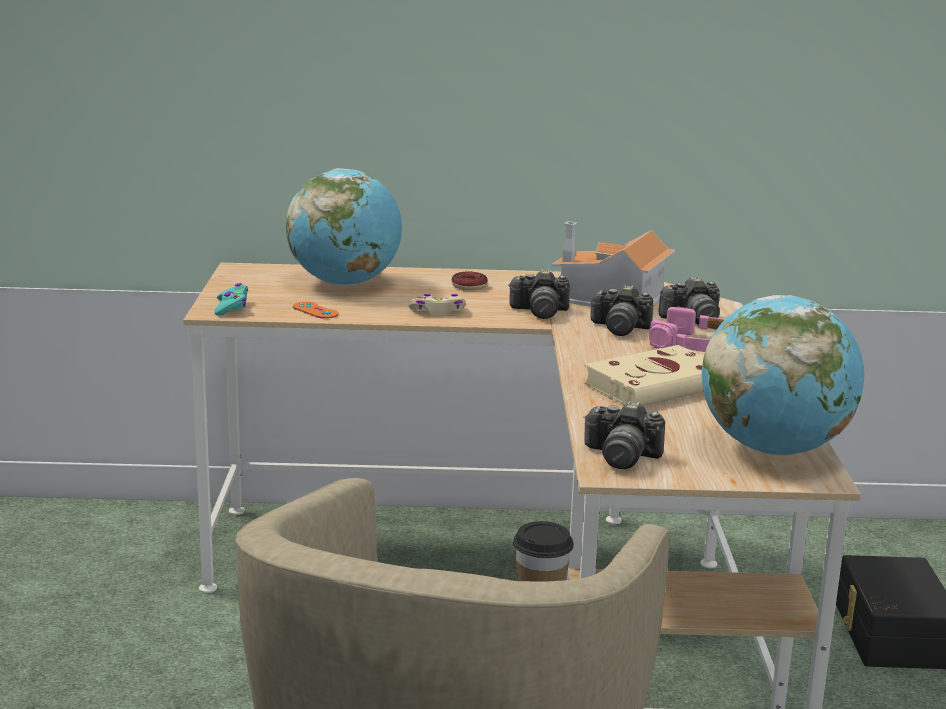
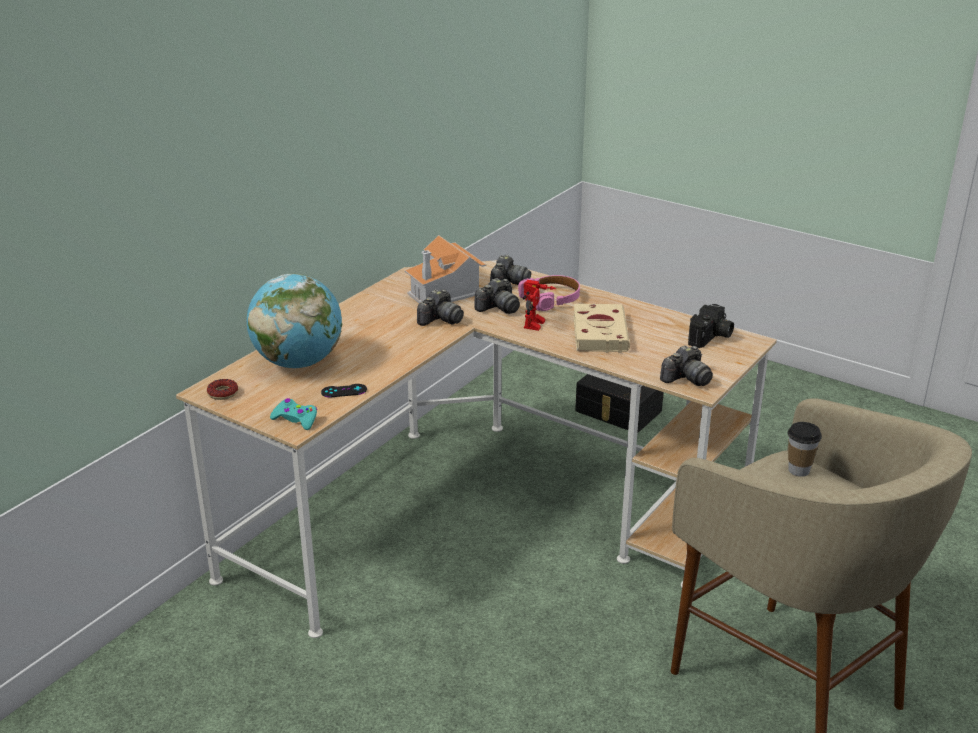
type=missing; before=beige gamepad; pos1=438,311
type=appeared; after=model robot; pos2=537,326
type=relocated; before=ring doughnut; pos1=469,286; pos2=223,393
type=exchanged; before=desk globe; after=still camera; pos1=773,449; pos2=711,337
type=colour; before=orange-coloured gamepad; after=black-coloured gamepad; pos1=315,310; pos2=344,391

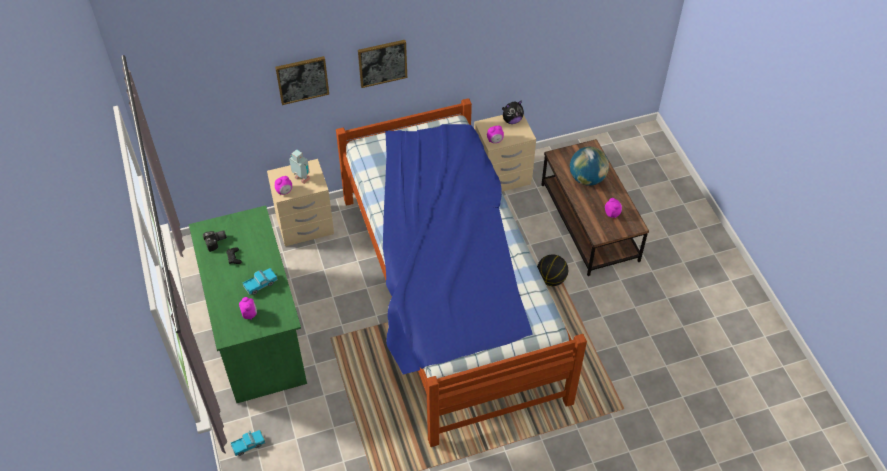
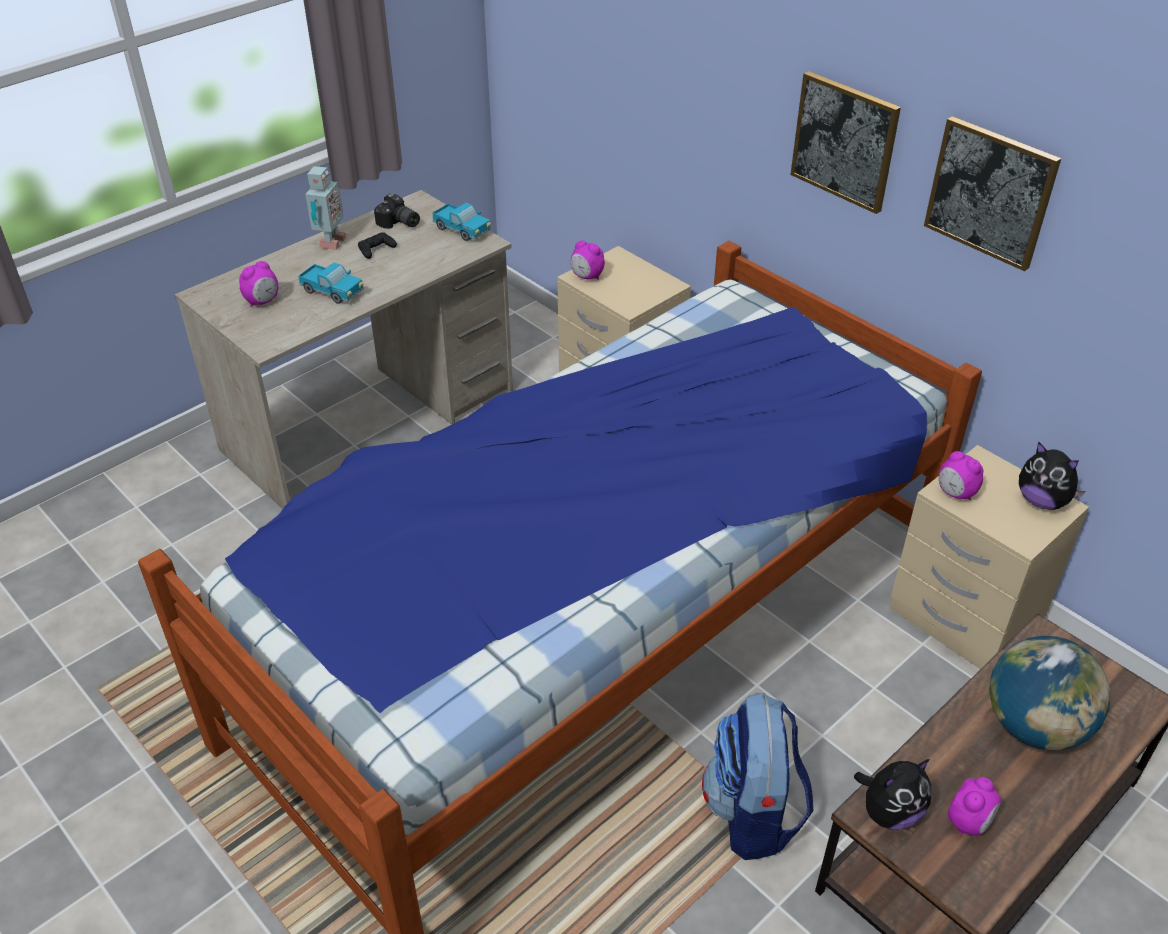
type=appeared; after=plush toy; pos2=889,812
type=relocated; before=toy lorry; pos1=249,445; pos2=462,231
type=relocated; before=wall art; pos1=302,79; pos2=990,192
type=relocated; before=model robot; pos1=301,179; pos2=330,243
type=exchanged; before=ball for basketball; after=rucksack; pos1=551,279; pos2=752,813
type=colour; before=greenish desk unit; after=beige desk unit; pos1=256,331; pos2=371,420

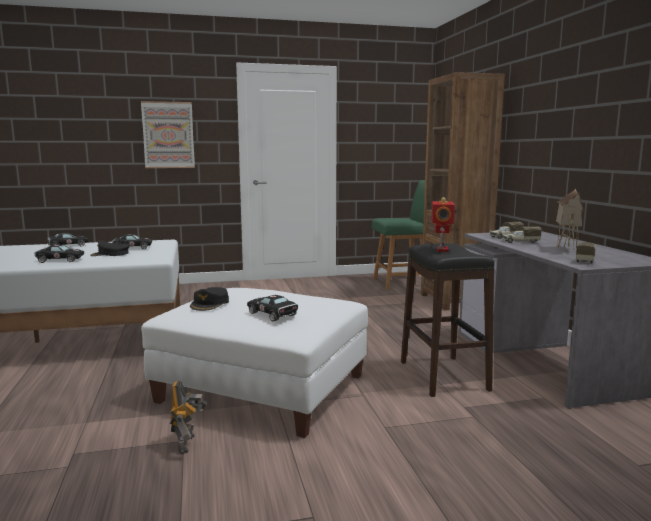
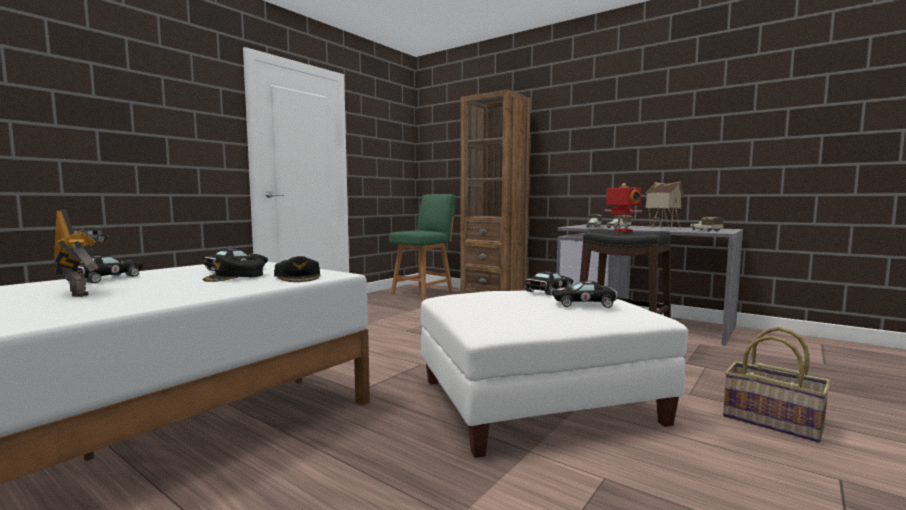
type=missing; before=wall art; pos1=168,135
type=appeared; after=household basket; pos2=773,421
type=relocated; before=black-coloured miniature car; pos1=58,260; pos2=548,291
type=relocated; before=model robot; pos1=188,444; pos2=82,292
type=relocated; before=black-coloured baseball cap; pos1=210,303; pos2=298,277

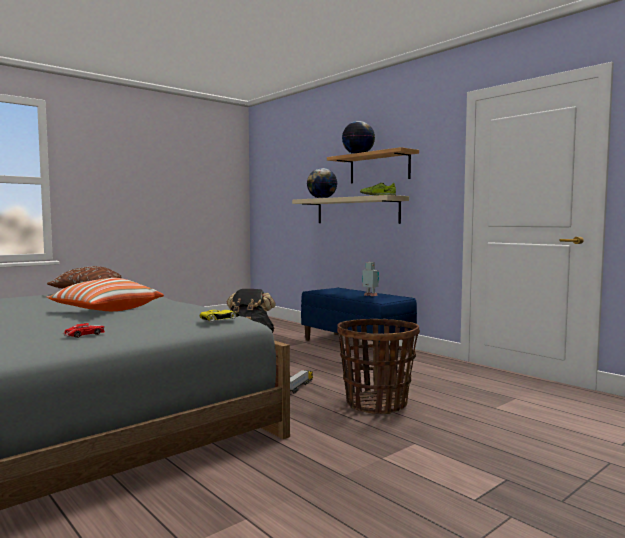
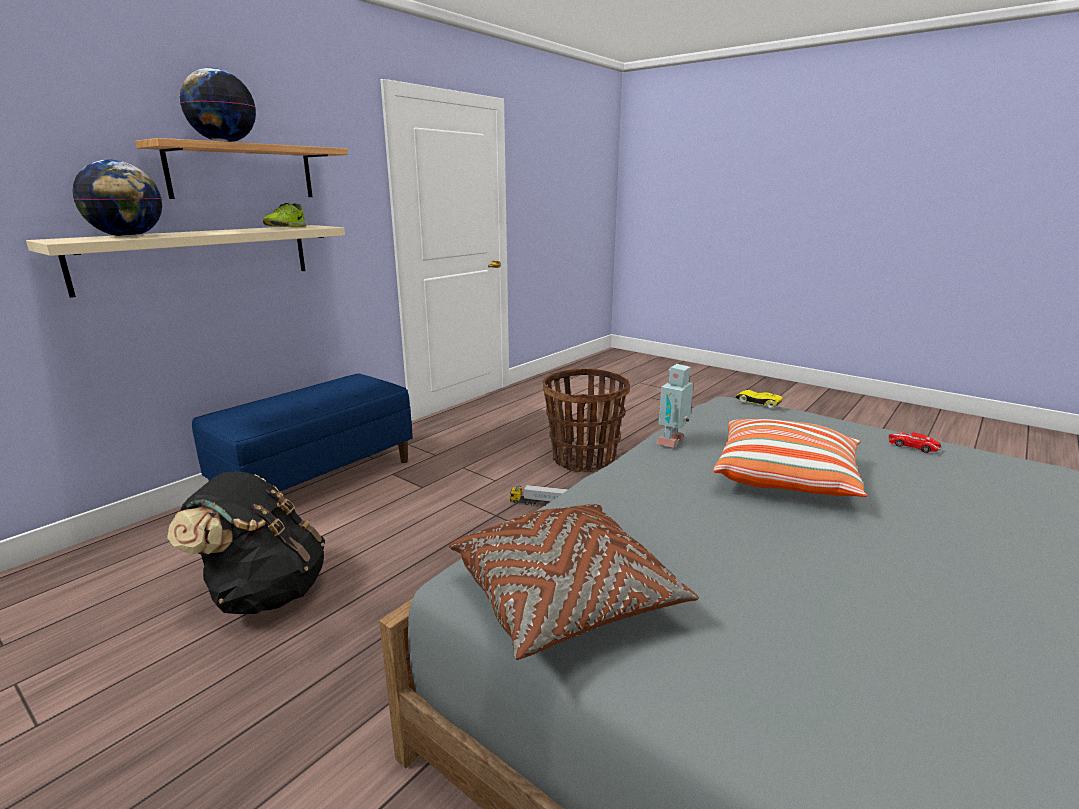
type=relocated; before=model robot; pos1=370,296; pos2=673,442

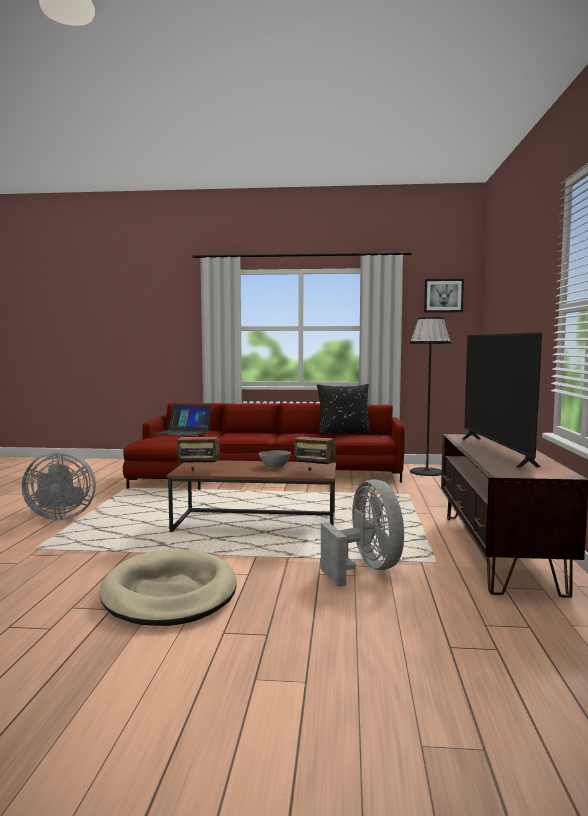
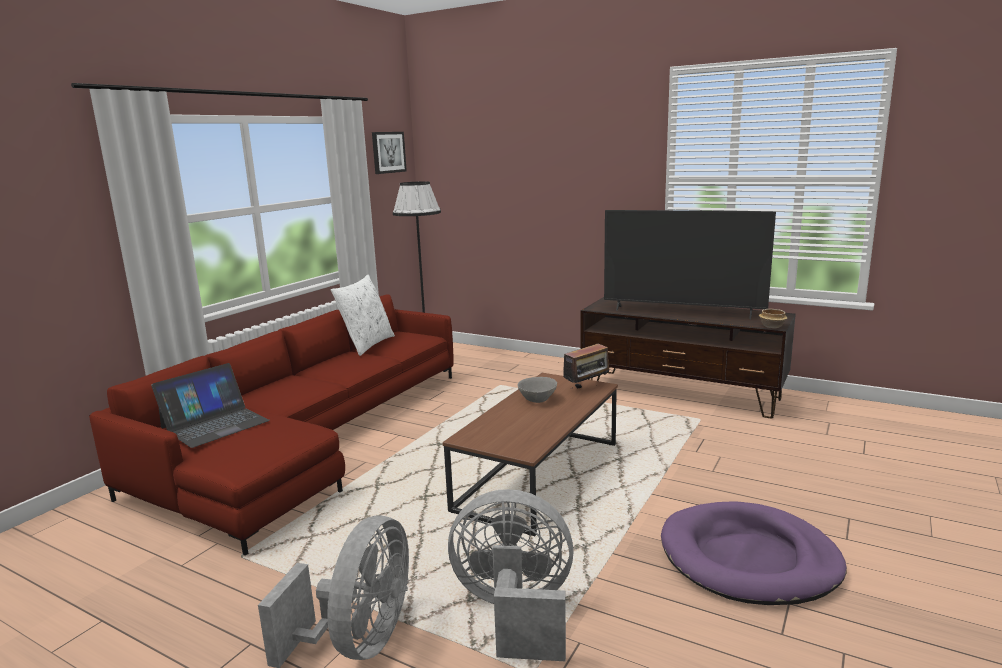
type=missing; before=radio set; pos1=199,472
type=appeared; after=deep dish; pos2=771,326
type=relocated; before=greyish fan; pos1=366,569; pos2=515,613
type=colour; before=beige pet bed; after=purple-coloured pet bed; pos1=169,593; pos2=749,559
type=colour; before=black-coloured cushion; after=whitish cushion; pos1=343,433; pos2=367,345

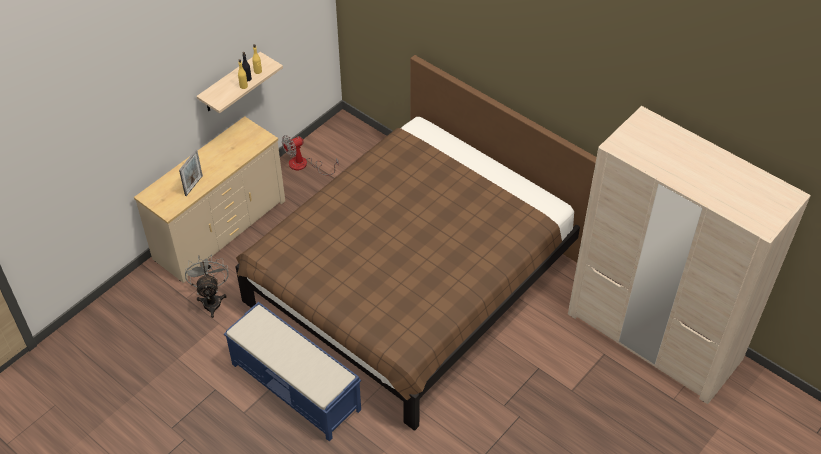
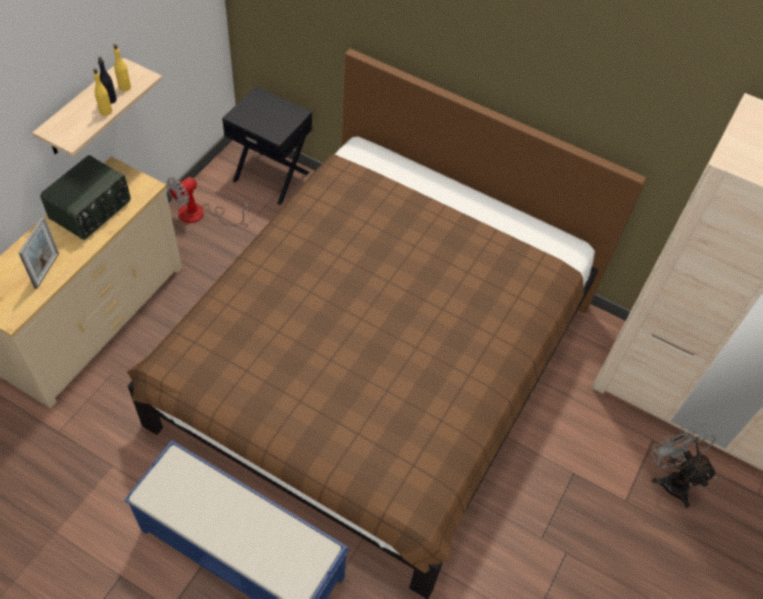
type=appeared; after=radio set; pos2=91,210
type=appeared; after=black-coloured nightstand; pos2=272,176
type=relocated; before=greyish fan; pos1=211,300; pos2=671,478

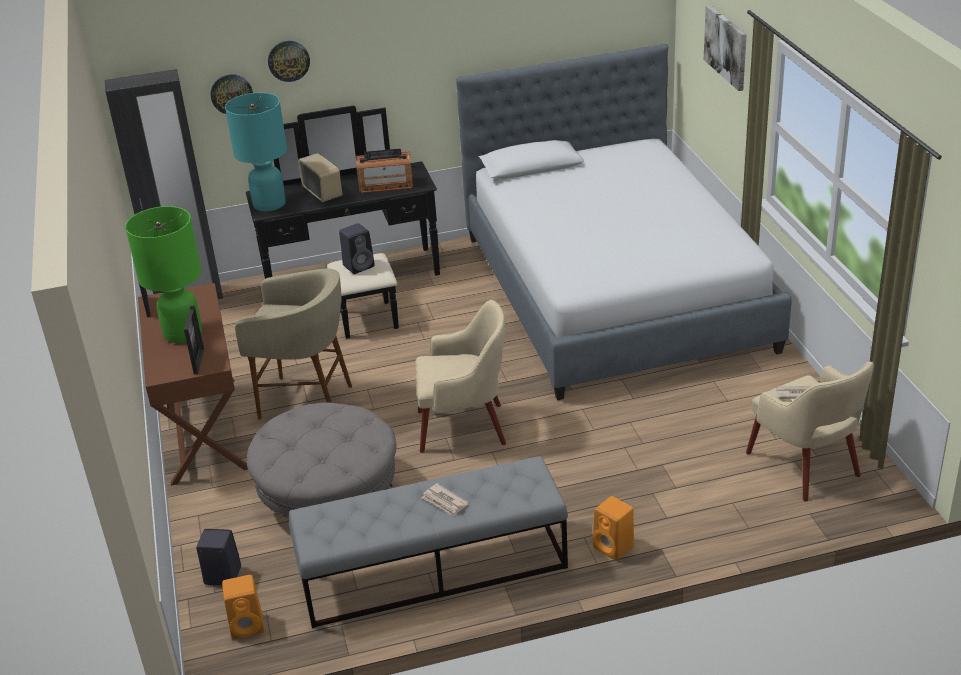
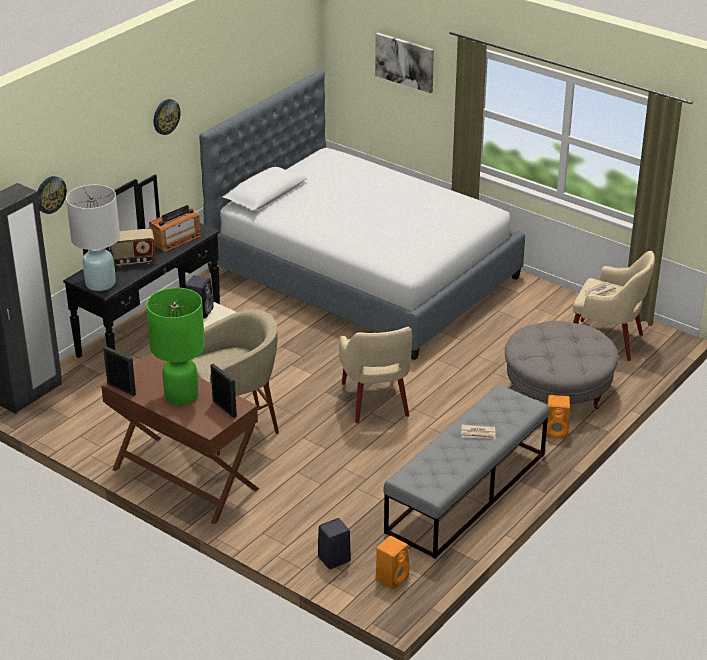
type=relocated; before=greyish ottoman; pos1=329,495; pos2=558,390
type=relocated; before=hanging clock; pos1=288,60; pos2=166,116
type=colour; before=turquoise table lamp; after=whitish table lamp; pos1=269,204; pos2=100,284
type=spun; before=radio set; pos1=323,193; pos2=133,261; turn=150
type=spun; before=beige armchair; pos1=465,427; pos2=375,401; turn=120

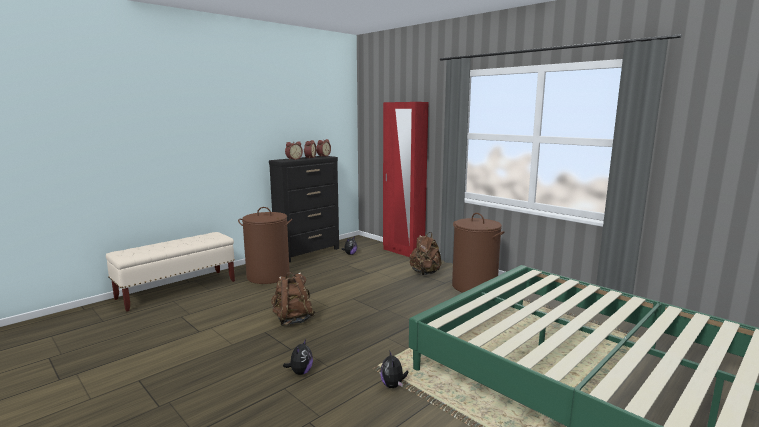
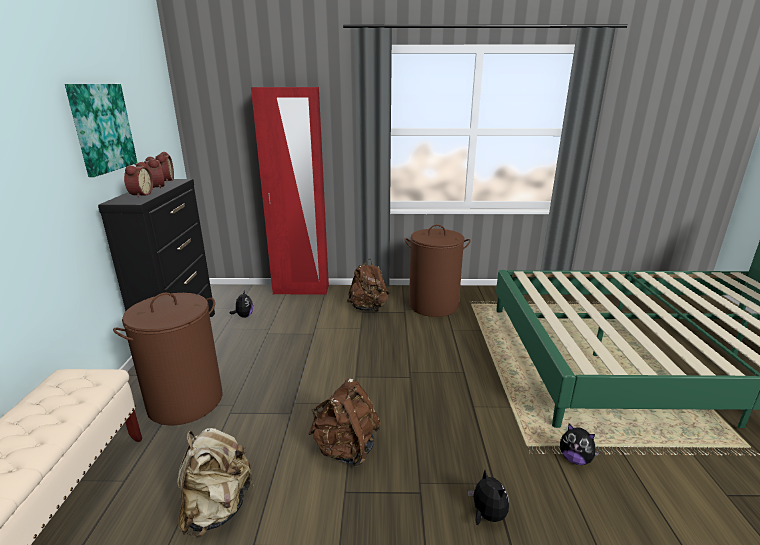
type=appeared; after=wall art; pos2=102,128
type=appeared; after=beige rucksack; pos2=217,507

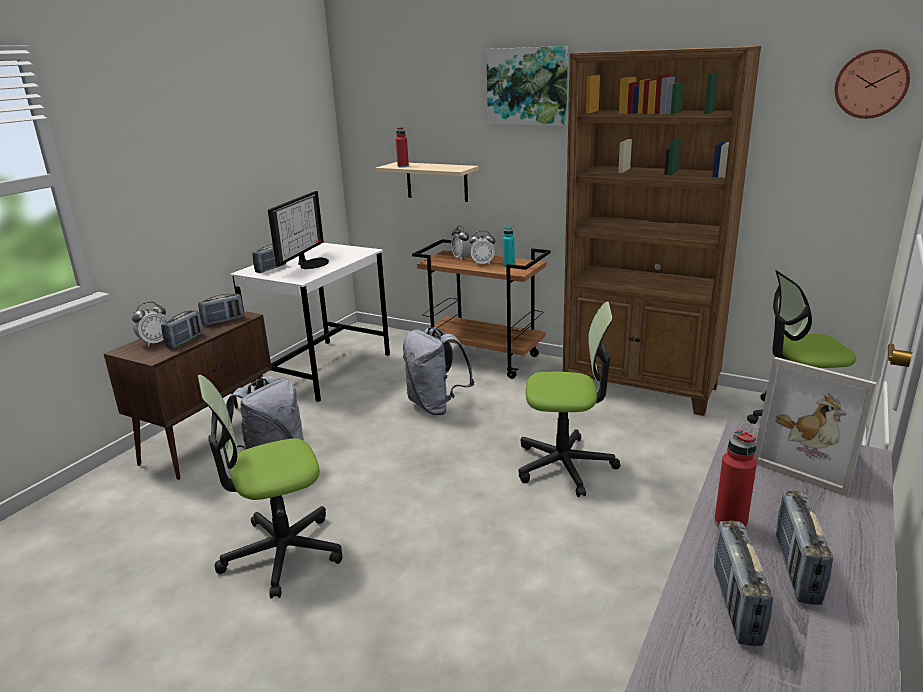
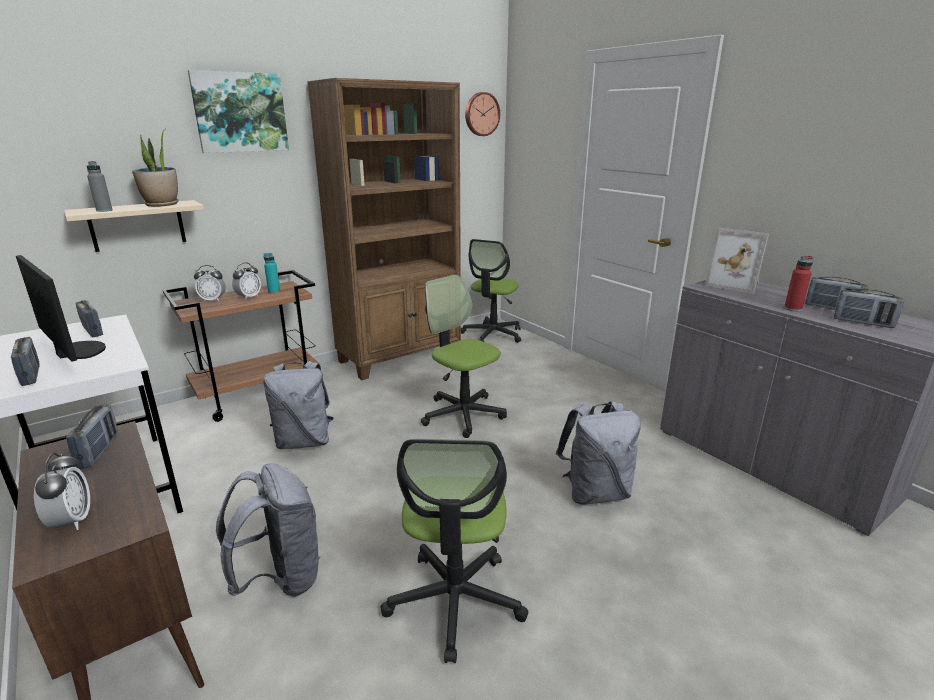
type=appeared; after=houseplant; pos2=162,204
type=appeared; after=greyish rucksack; pos2=595,493
type=relocated; before=radio set; pos1=185,341; pos2=93,331
type=colour; before=red-coloured bottle; after=greyish bottle; pos1=403,166; pos2=104,210
type=spun; before=computer chair; pos1=565,465; pos2=463,414; turn=-75
type=spun; before=standing frame; pos1=813,460; pos2=735,284; turn=60

